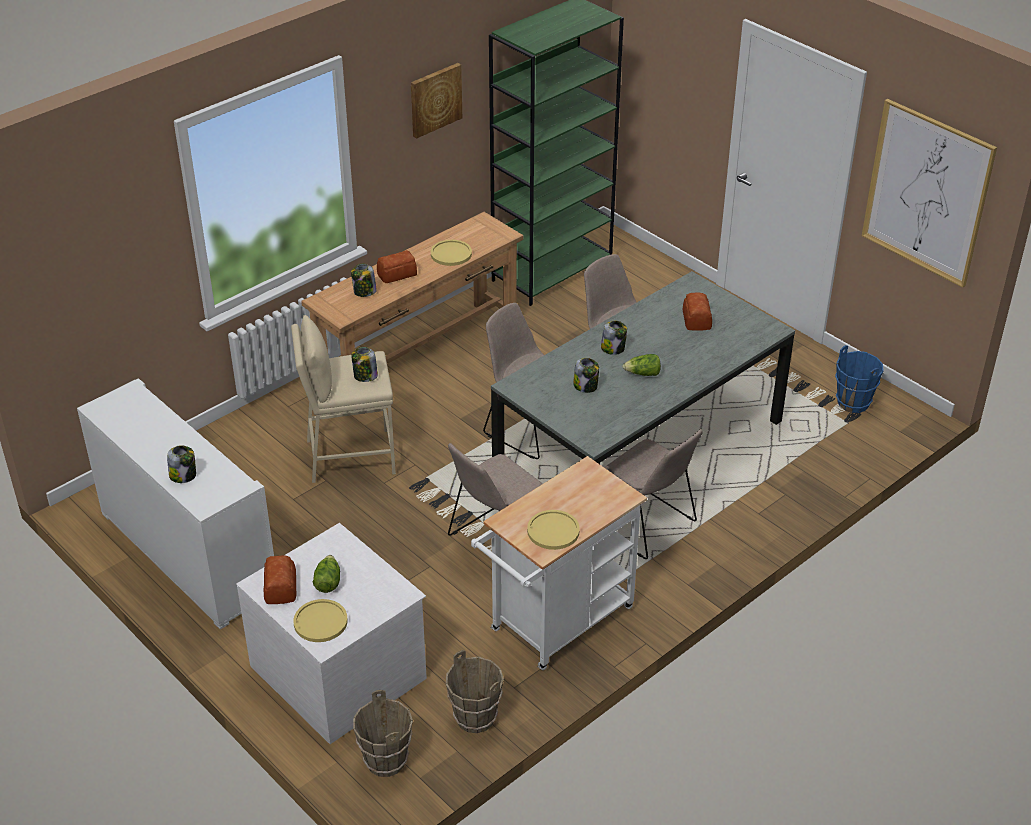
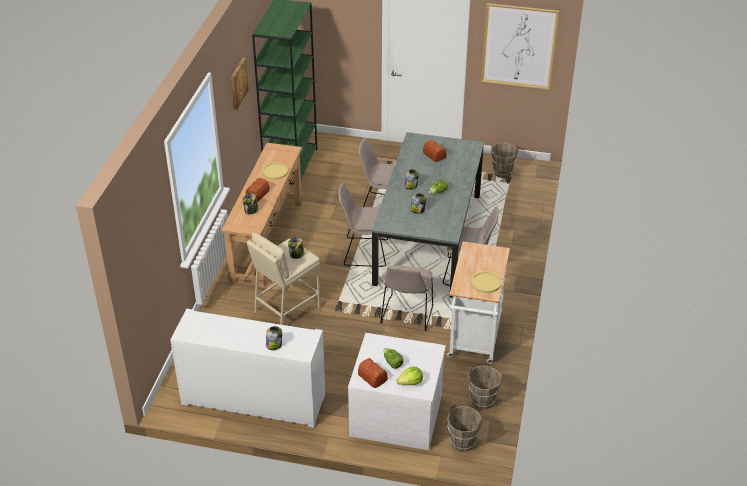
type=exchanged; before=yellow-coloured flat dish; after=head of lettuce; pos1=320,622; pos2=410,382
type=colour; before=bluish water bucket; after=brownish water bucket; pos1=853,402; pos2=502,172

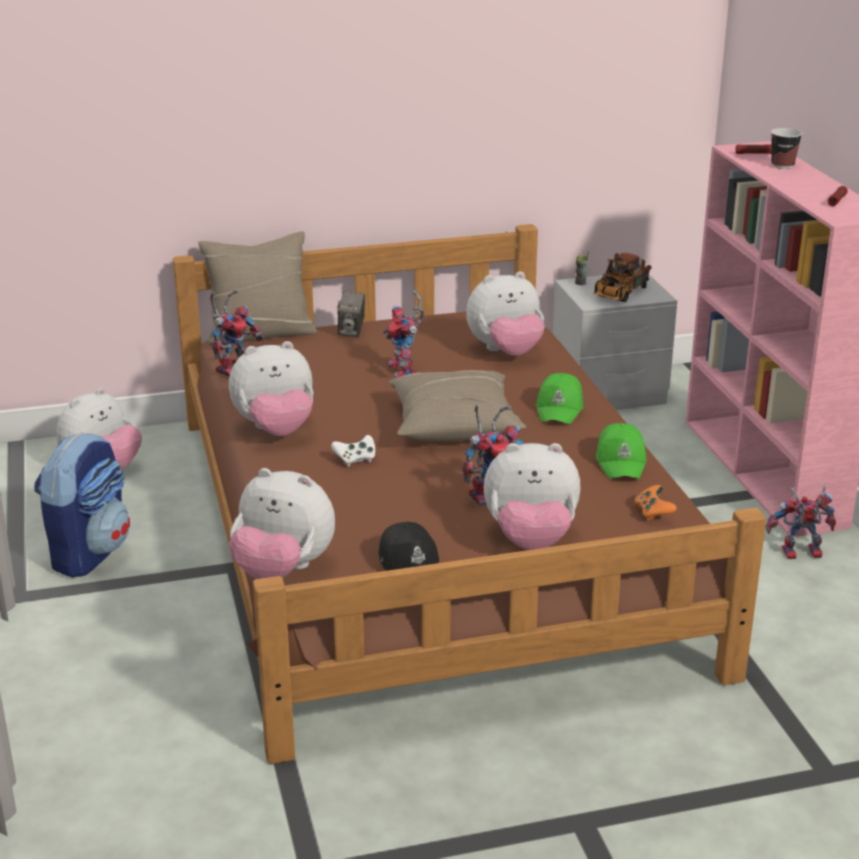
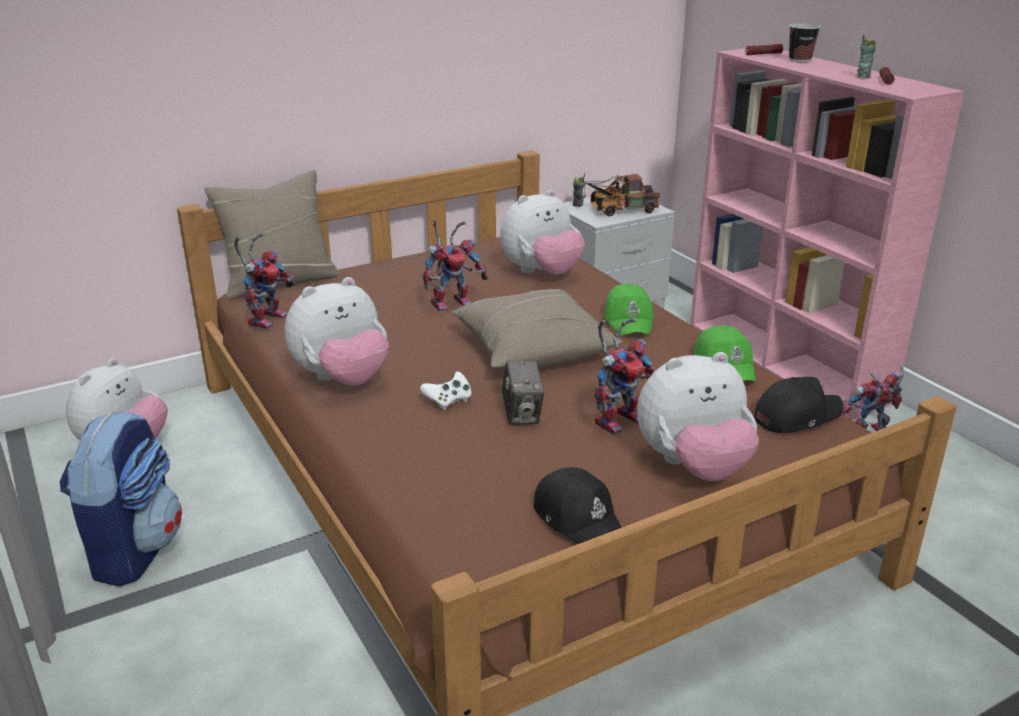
type=missing; before=plush toy; pos1=283,570
type=appeared; after=small cup; pos2=862,77
type=relocated; before=still camera; pos1=351,331; pos2=522,415
type=exchanged; before=orange-coloured gamepad; after=black-coloured baseball cap; pos1=653,513; pos2=796,416
type=spun; before=model robot; pos1=405,371; pos2=453,302; turn=-90
type=spun; before=toy lorry; pos1=619,294; pos2=619,210; turn=60

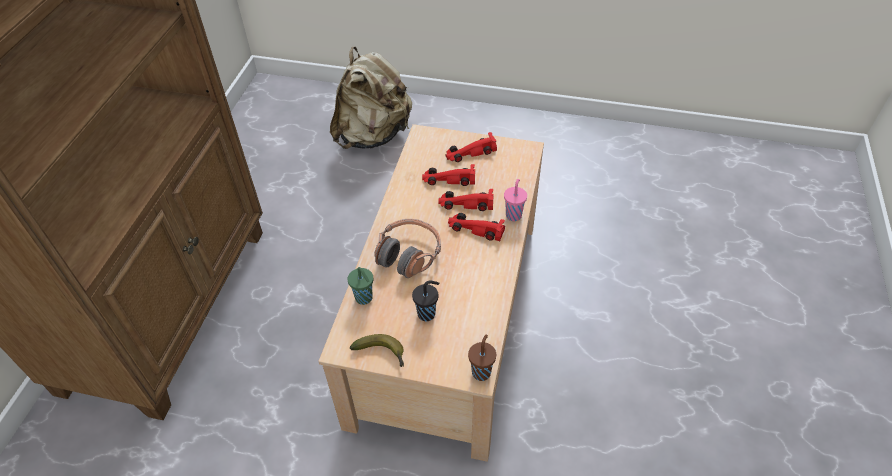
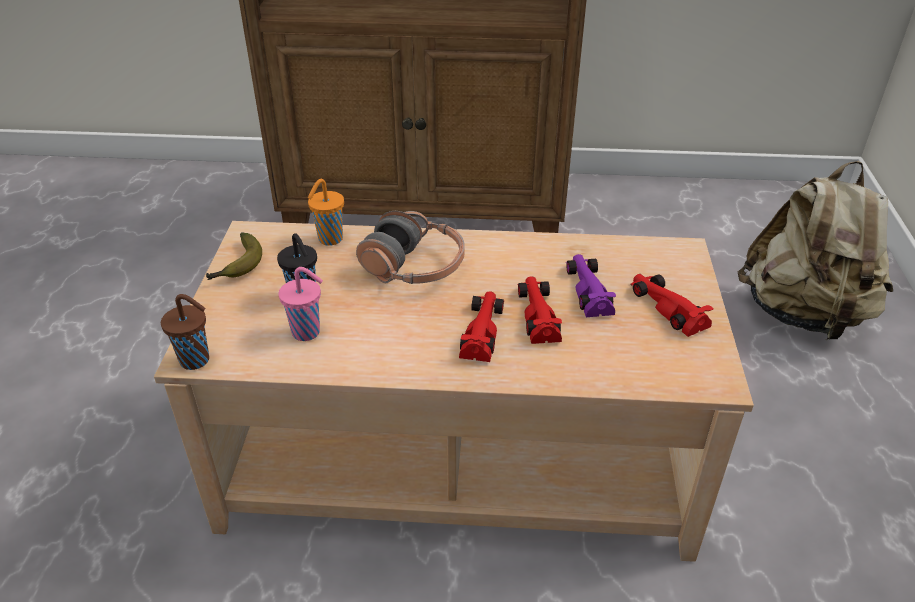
type=relocated; before=pink small cup; pos1=513,215; pos2=308,332
type=colour; before=greenish small cup; after=orange-coloured small cup; pos1=364,298; pos2=329,240
type=colour; before=red-coloured miniature car; after=purple-coloured miniature car; pos1=448,179; pos2=588,289

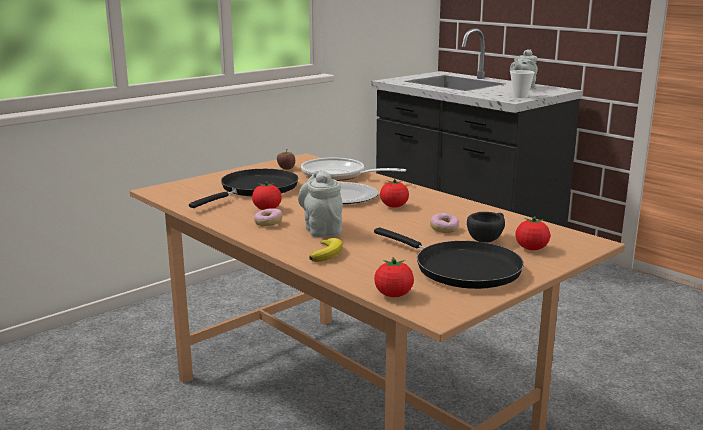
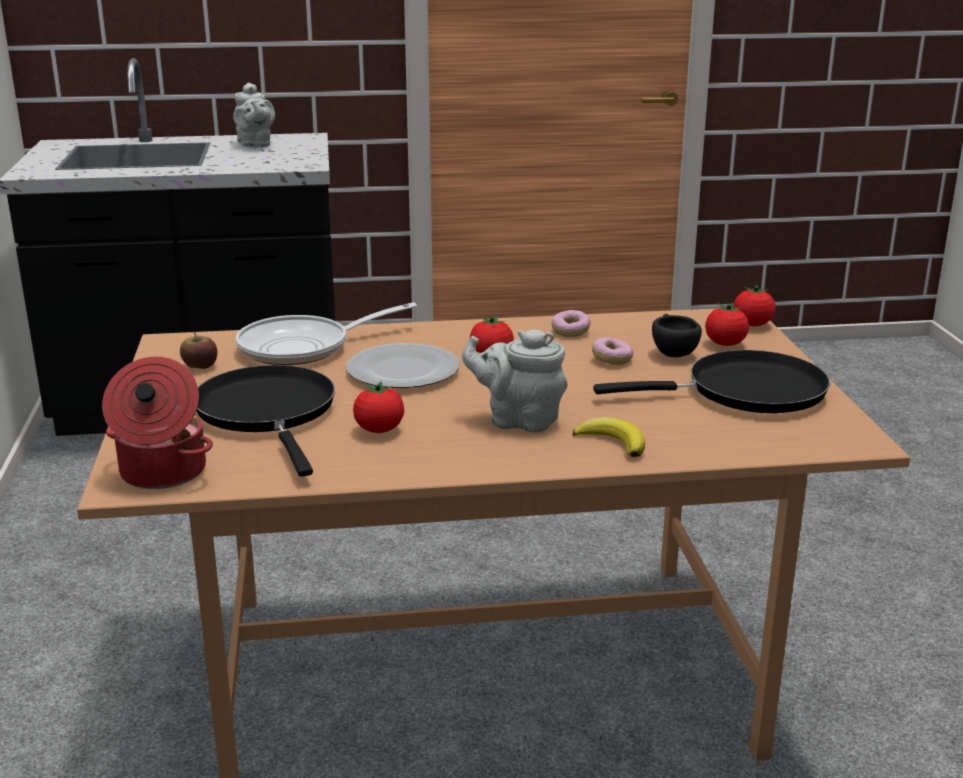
type=missing; before=small cup; pos1=520,96
type=appeared; after=saucepot; pos2=161,473
type=relocated; before=ring doughnut; pos1=268,223; pos2=570,332
type=relocated; before=tomato; pos1=393,295; pos2=752,324

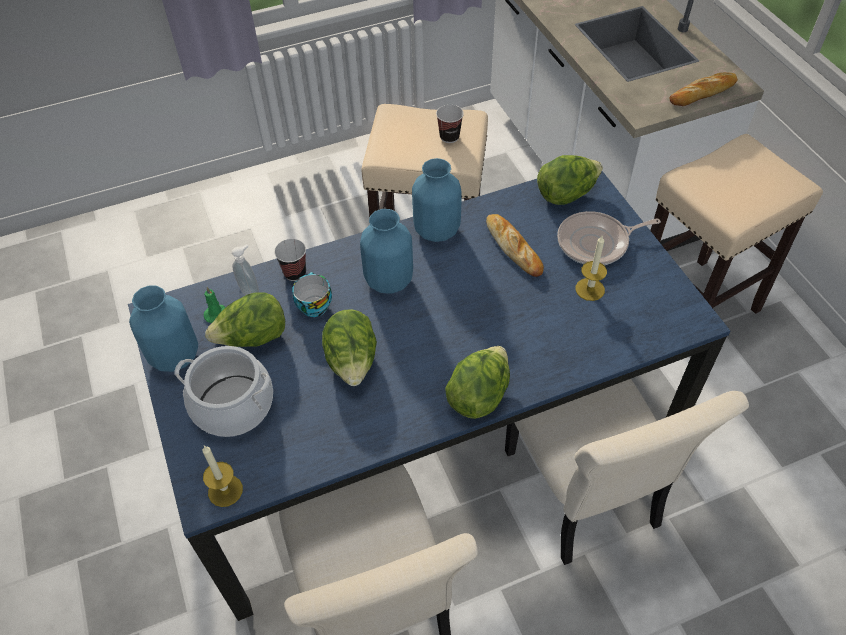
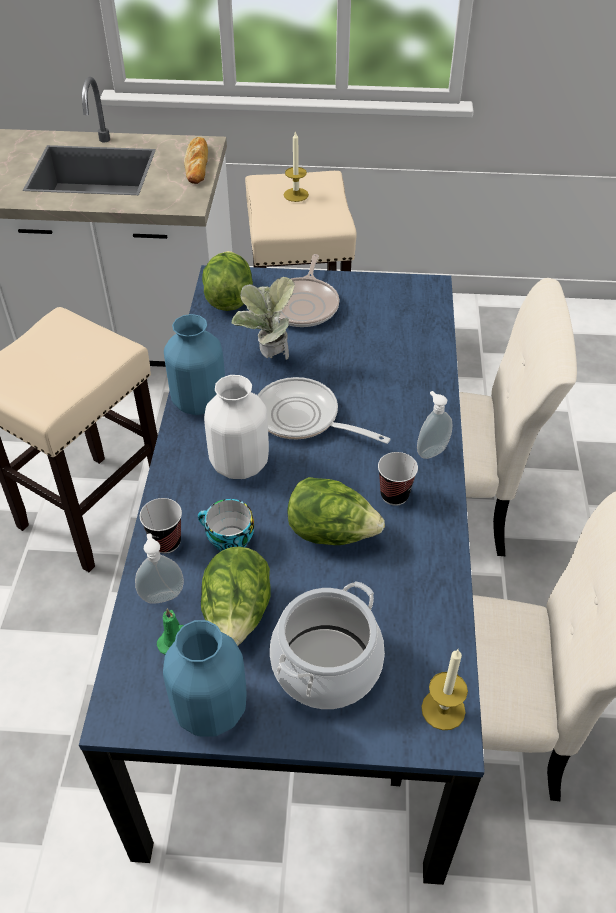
type=appeared; after=frying pan; pos2=303,418
type=relocated; before=small cup; pos1=449,137; pos2=394,495
type=relocated; before=wax candle; pos1=590,289; pos2=296,195
type=exchanged; before=head of lettuce; after=liquid soap bottle; pos1=478,395; pos2=431,451
type=exchanged; before=baked bread; after=houseplant; pos1=513,248; pos2=267,358
type=colour; before=bluish decorative vase; after=whitish decorative vase; pos1=389,279; pos2=239,463

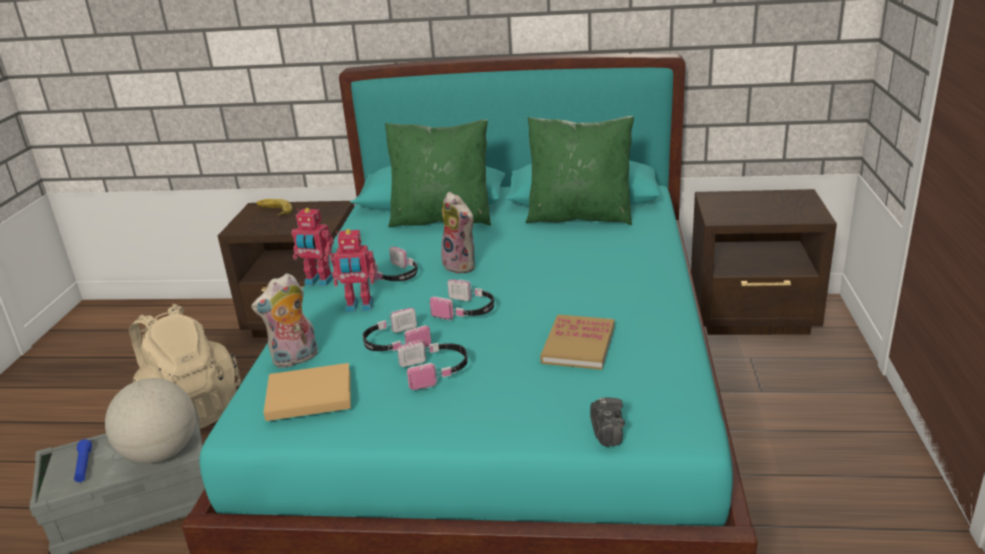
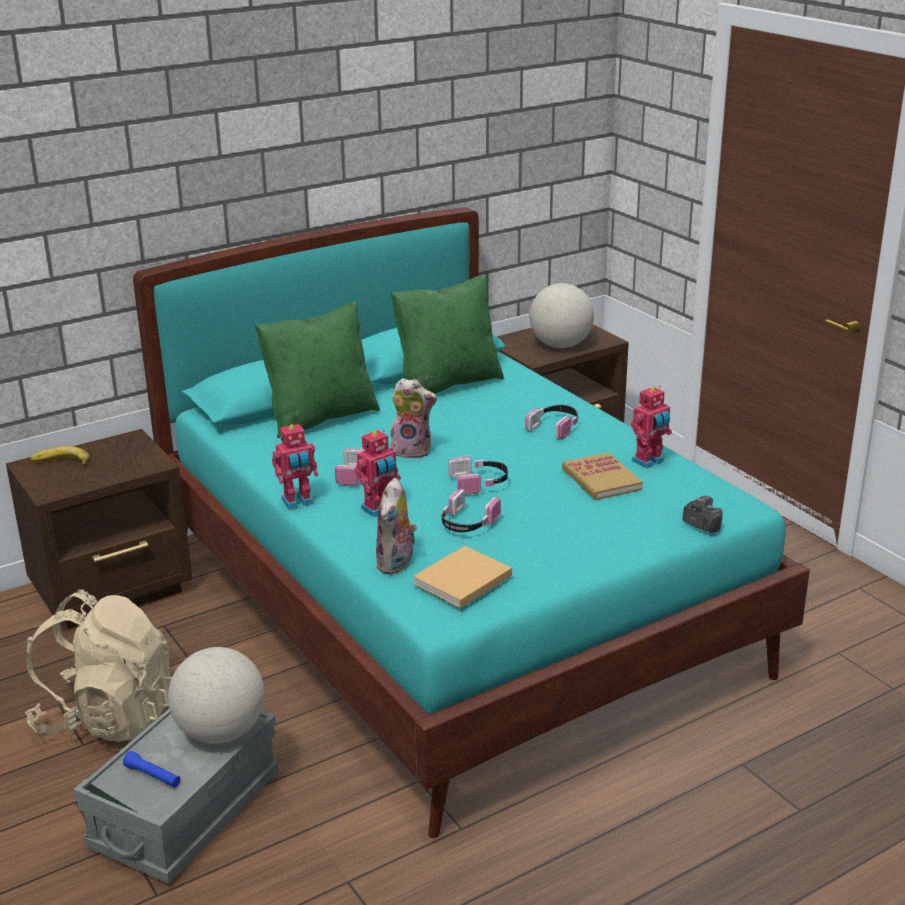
type=appeared; after=desk globe; pos2=561,345
type=appeared; after=model robot; pos2=649,462
type=relocated; before=headphones; pos1=436,371; pos2=555,427

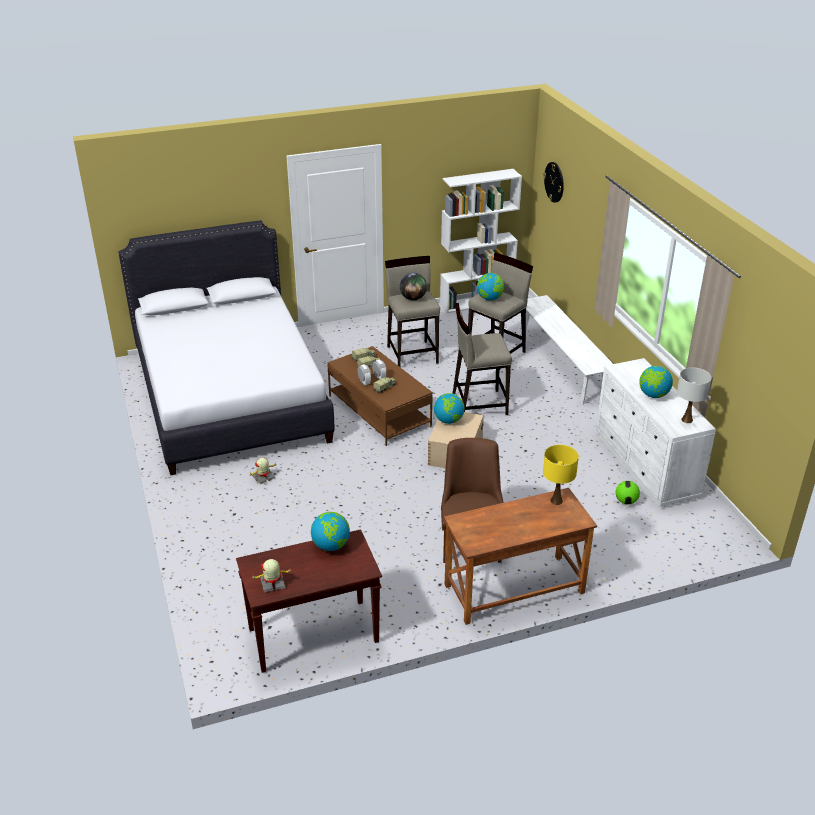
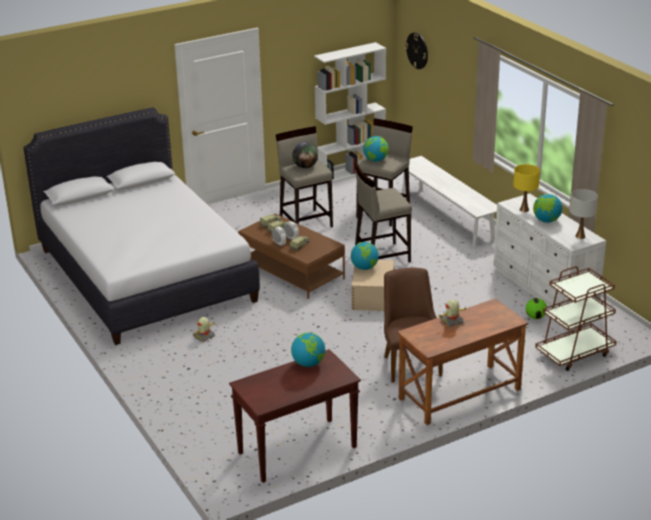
type=appeared; after=brownish wheeled cart; pos2=574,353
type=relocated; before=model robot; pos1=272,584; pos2=452,321
type=relocated; before=yellow-coloured table lamp; pos1=556,501; pos2=524,209

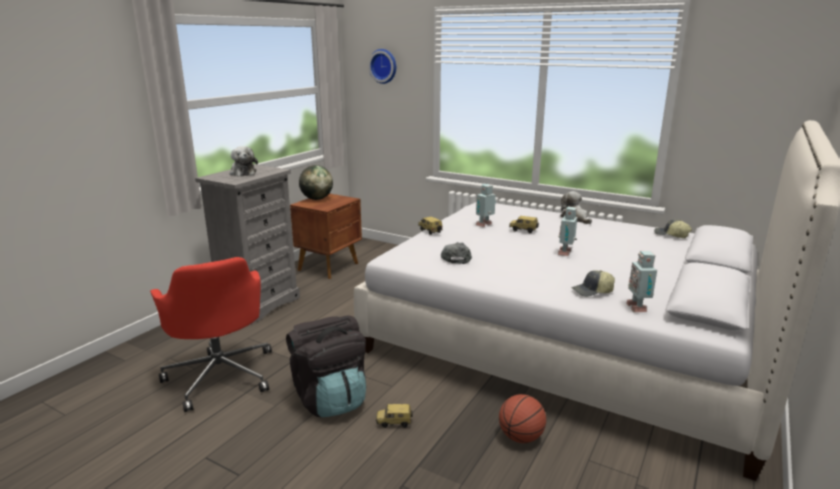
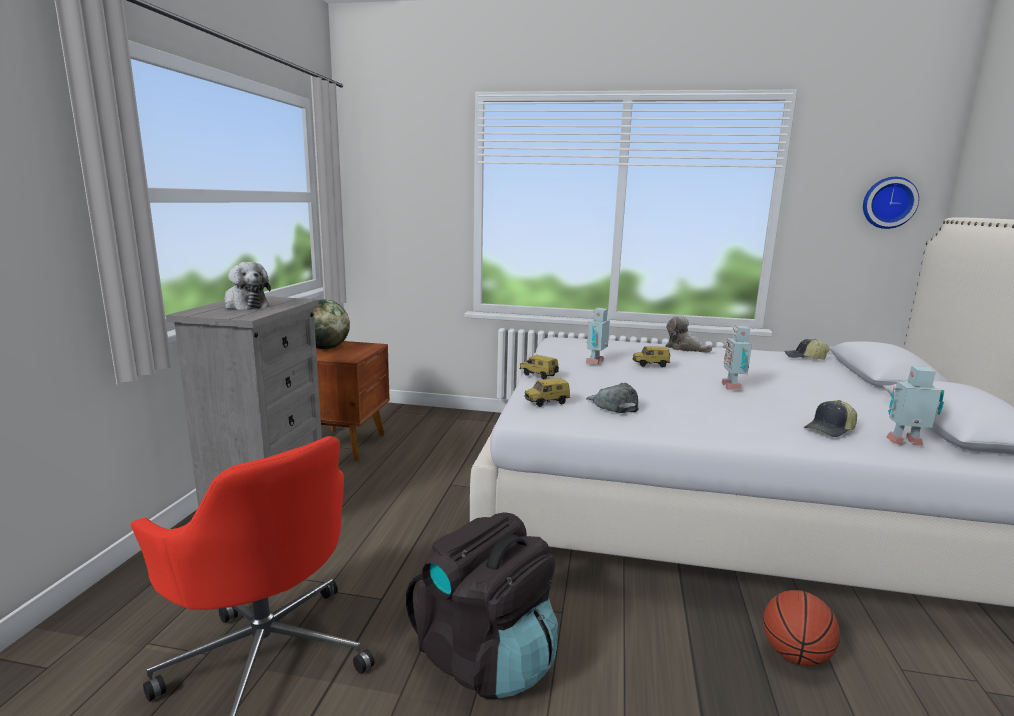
type=relocated; before=hanging clock; pos1=384,66; pos2=888,203
type=relocated; before=miniature car; pos1=394,423; pos2=547,403
type=spun; before=model robot; pos1=638,307; pos2=906,443; turn=120

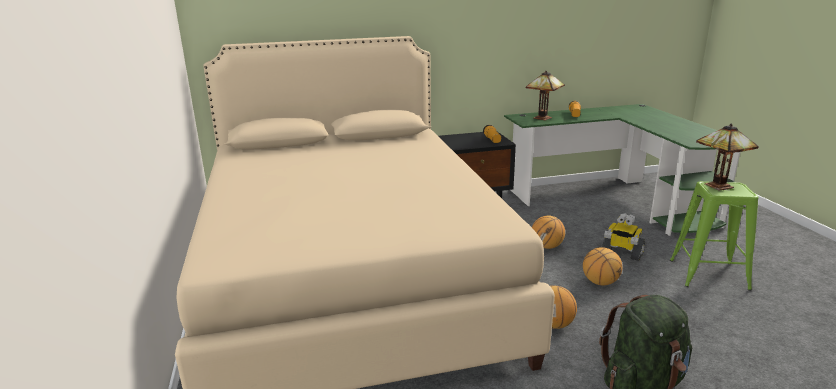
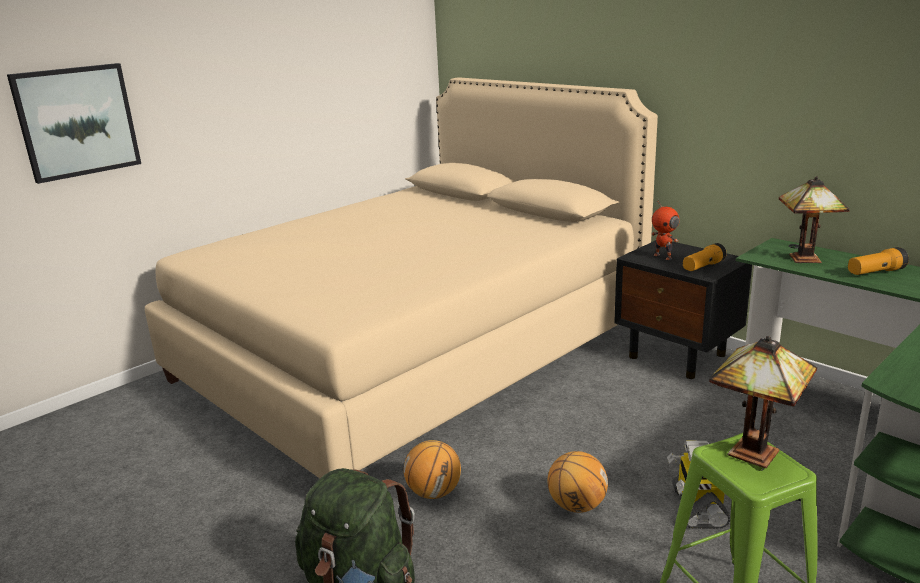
type=missing; before=ball for basketball; pos1=547,246
type=appeared; after=wall art; pos2=77,121
type=appeared; after=model robot; pos2=663,256

